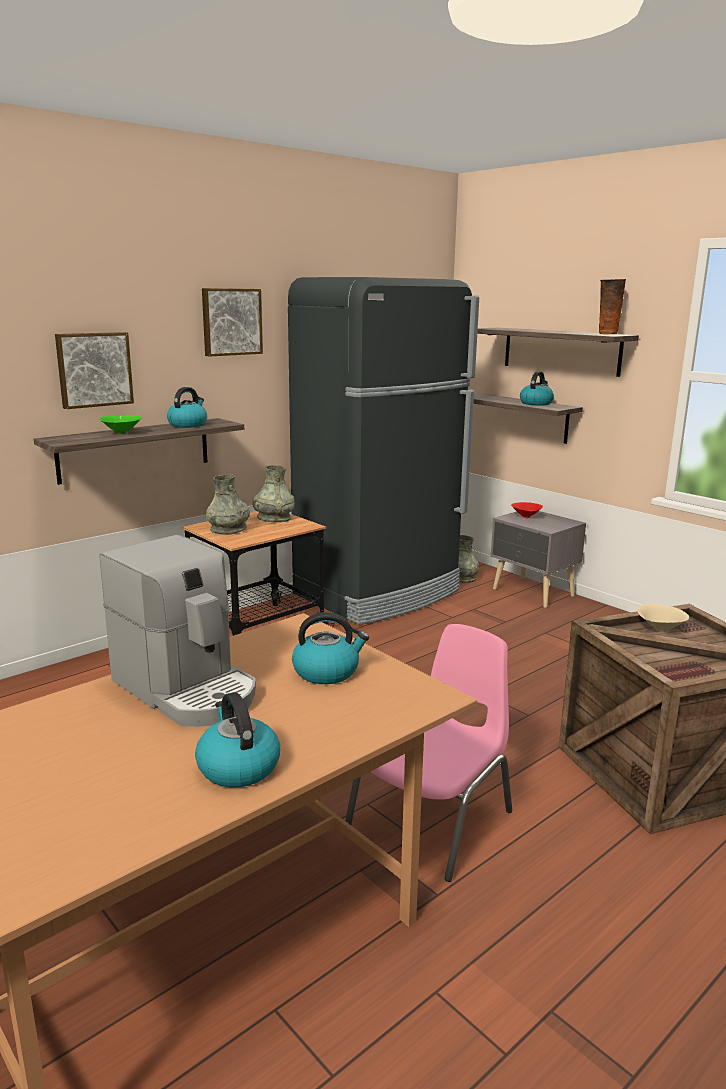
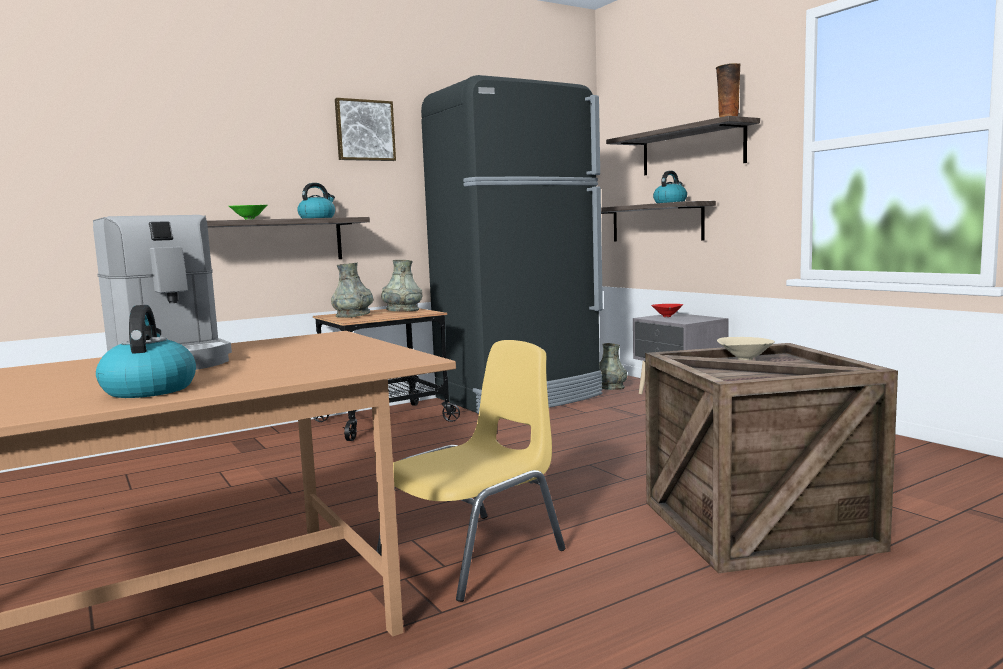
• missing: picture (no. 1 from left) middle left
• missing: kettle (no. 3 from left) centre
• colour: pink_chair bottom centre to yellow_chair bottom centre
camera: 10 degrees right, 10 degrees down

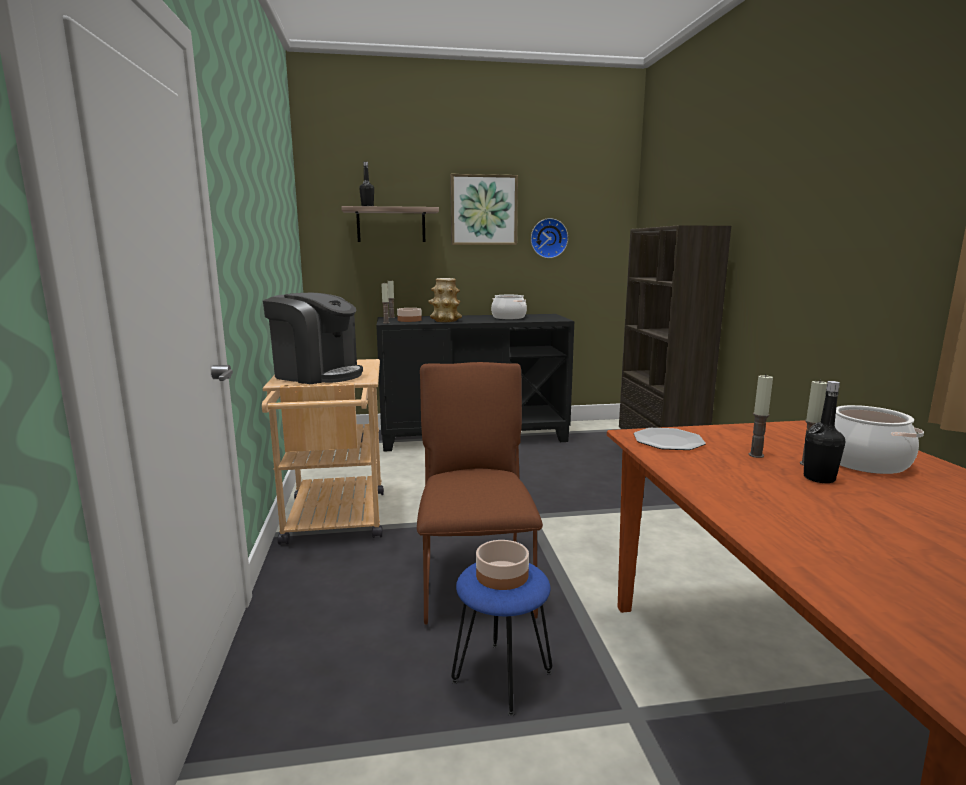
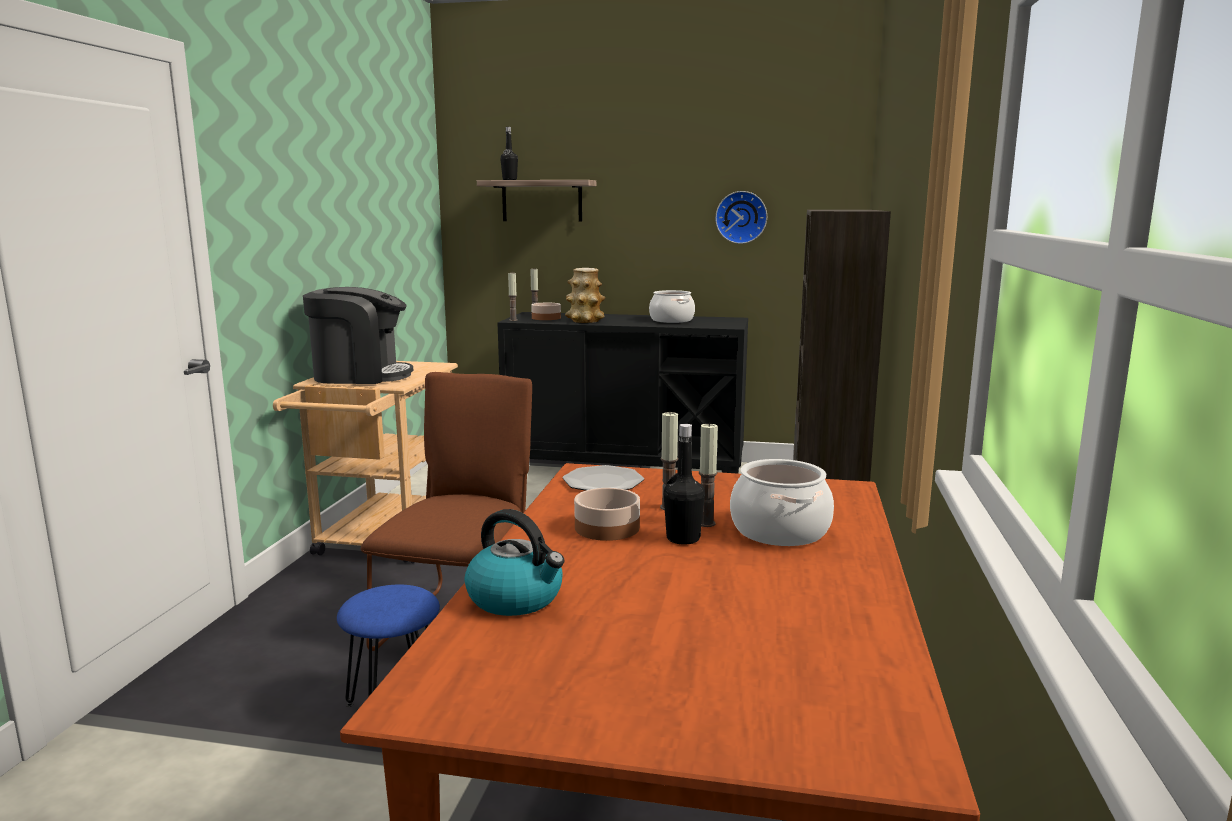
• missing: picture top centre
• appeared: kettle bottom centre
• relocated: bowl (no. 2 from left) bottom centre to centre
• spun: coffee_machine middle left = middle left 45 degrees counterclockwise
camera: 20 degrees right, 0 degrees up

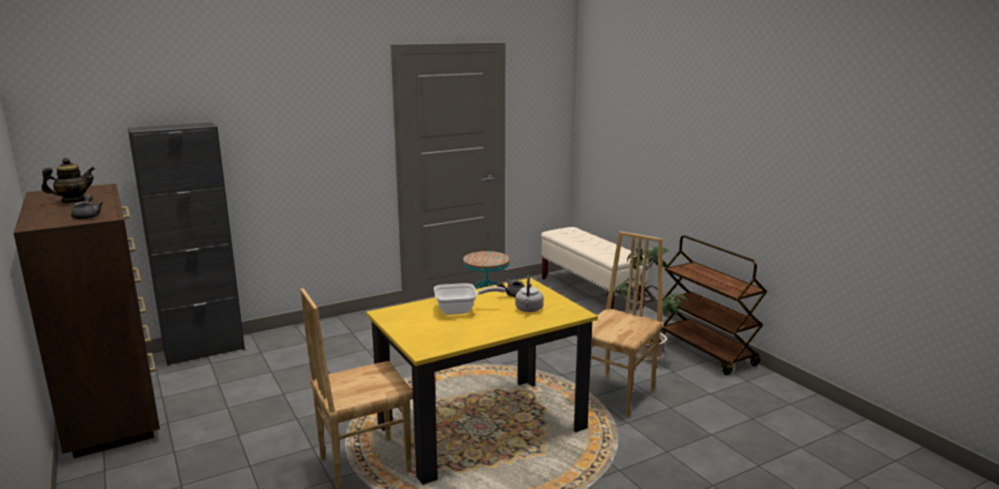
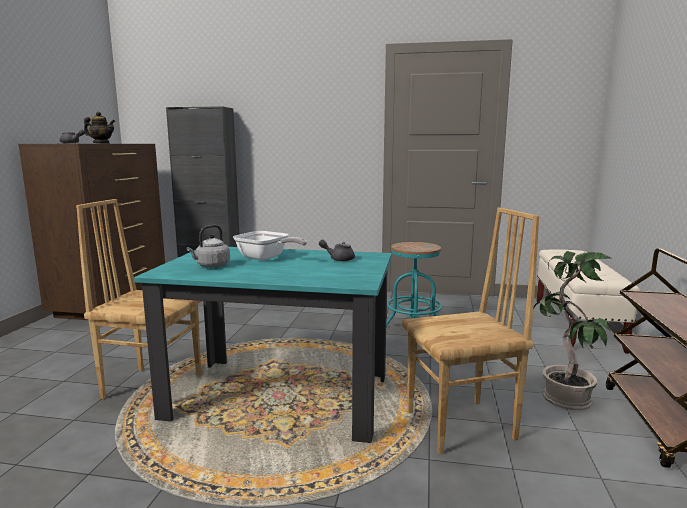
• relocated: grey_kettle centre to middle left
• colour: yellow_dining_table bottom centre to turquoise_dining_table bottom centre
camera: 40 degrees right, 5 degrees down

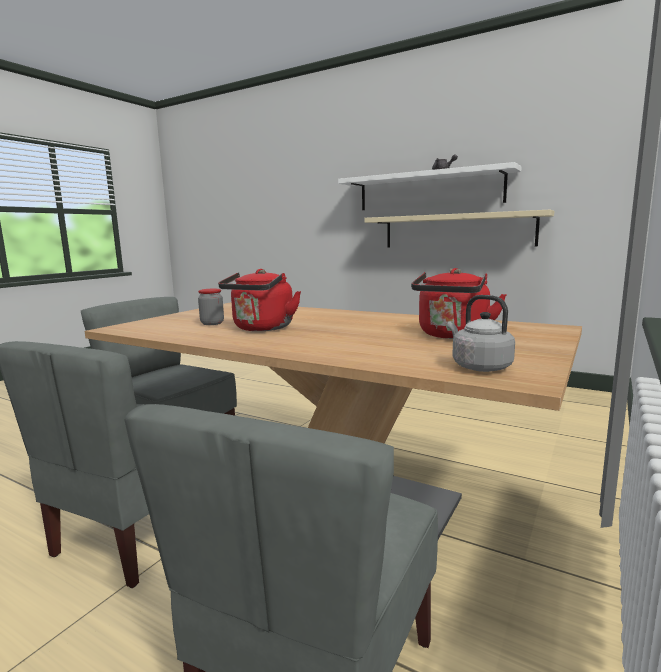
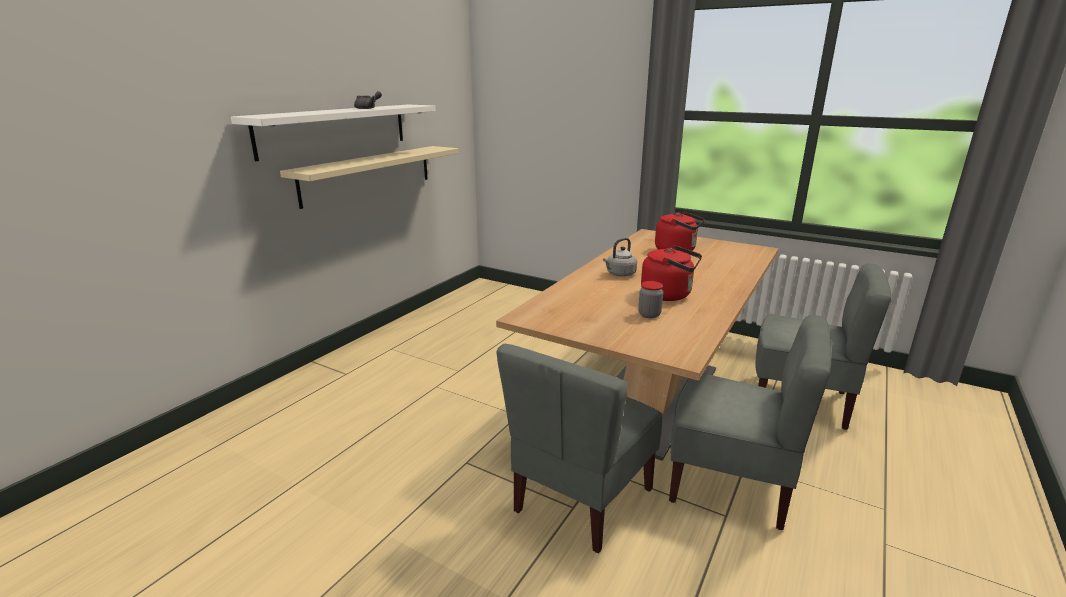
• relocated: grey_kettle middle right to centre
camera: 90 degrees left, 10 degrees up

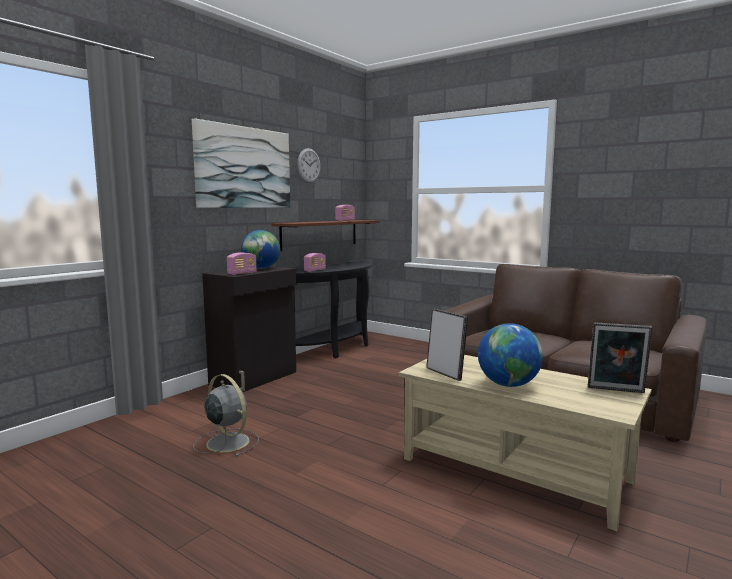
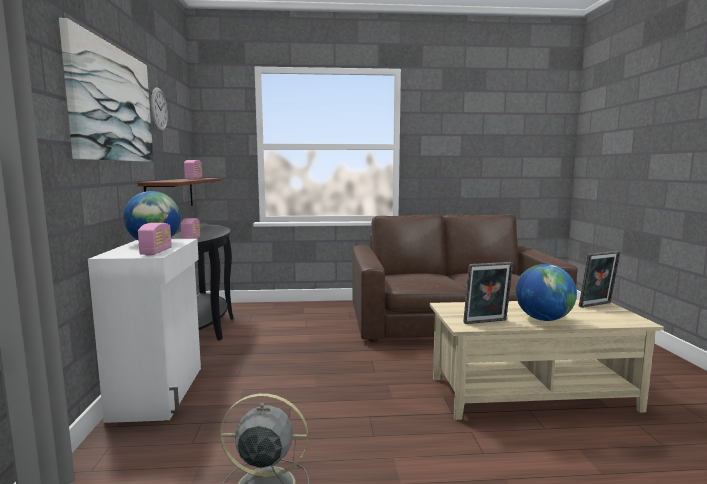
• colour: black_cabinet centre to white_cabinet bottom left
• spun: picture_frame (no. 1 from left) centre = middle right 150 degrees clockwise
camera: 40 degrees left, 0 degrees up

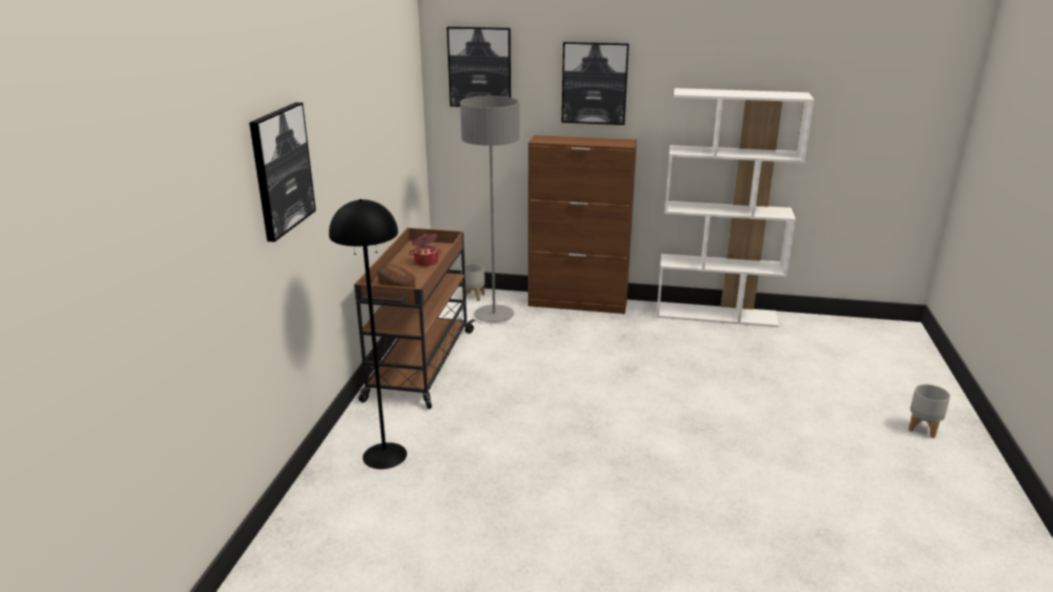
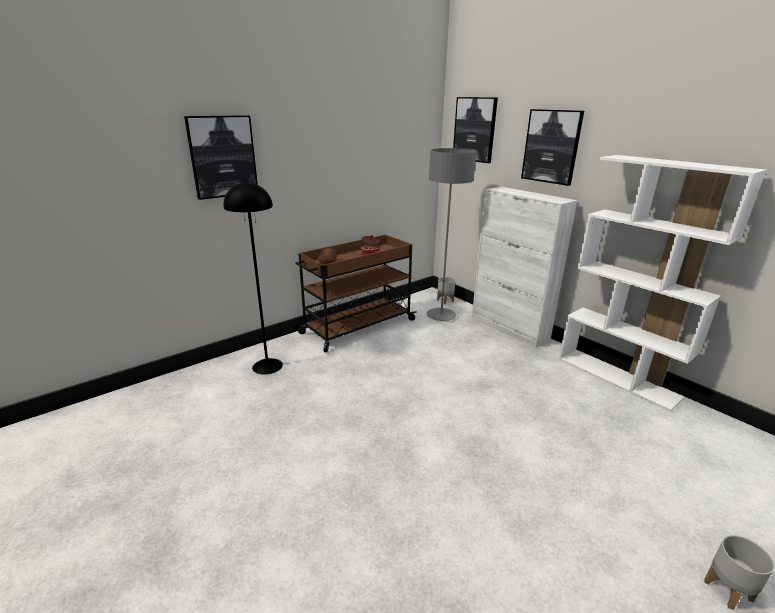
• colour: brown_cabinet centre to white_cabinet middle right
camera: 40 degrees right, 0 degrees up

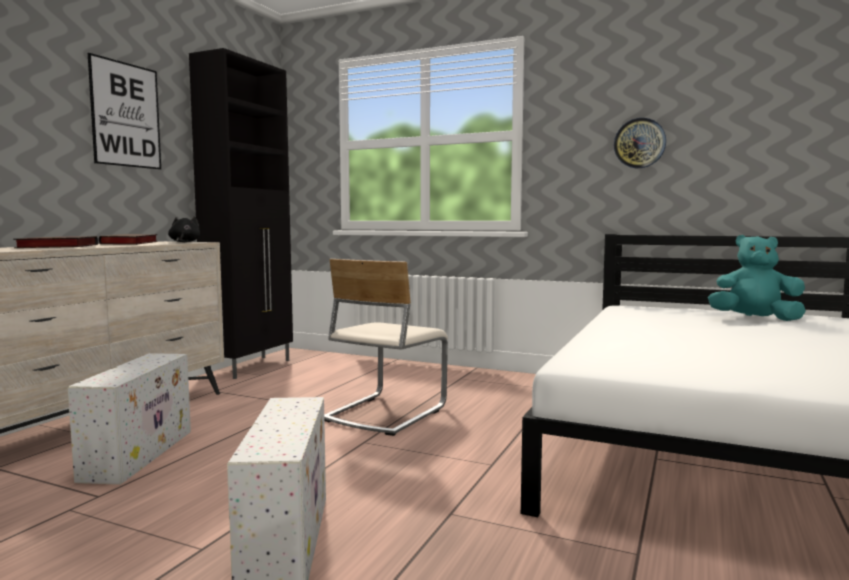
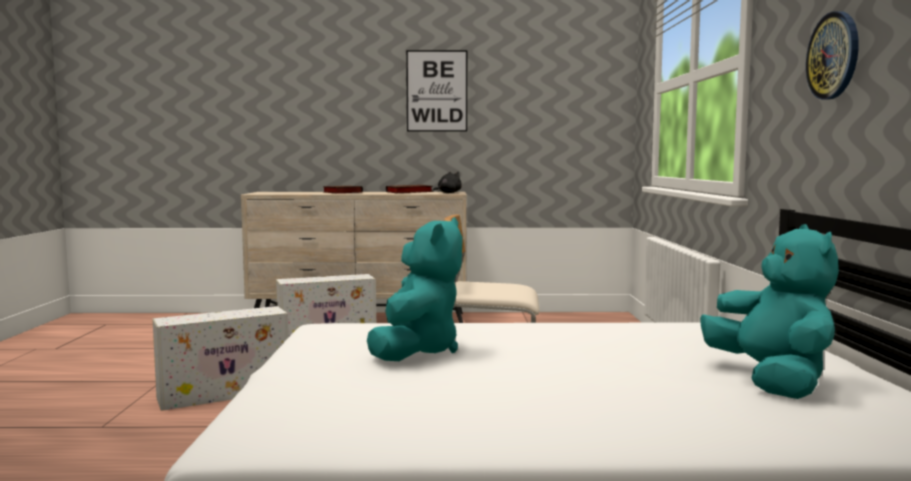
• missing: black_cabinet middle left
• appeared: turquoise_plush_toy (no. 1 from left) centre
camera: 65 degrees right, 0 degrees up

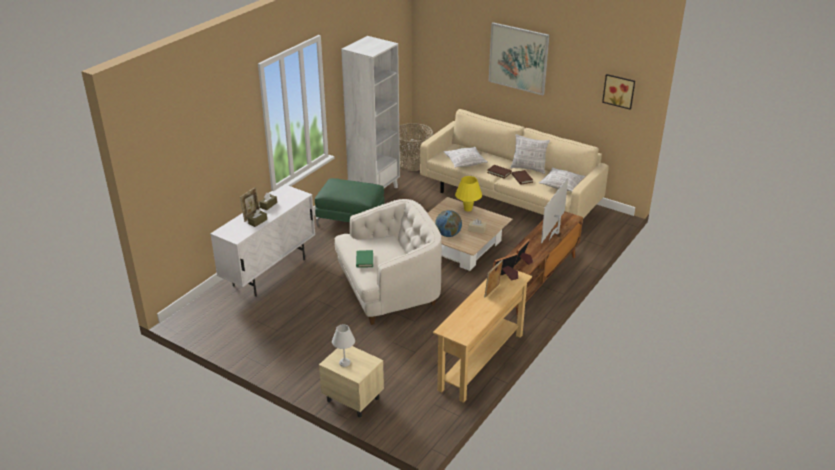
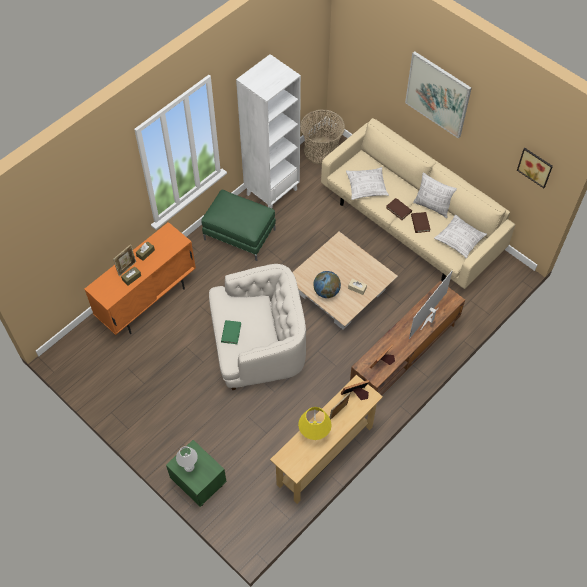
• relocated: yellow_table_lamp centre to bottom centre
• colour: white_cabinet middle left to orange_cabinet middle left
• colour: beige_nightstand bottom centre to green_nightstand bottom centre
camera: 10 degrees right, 25 degrees up

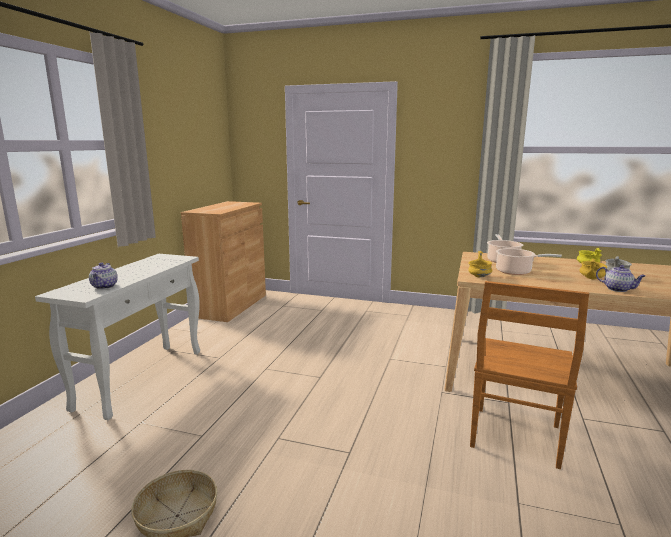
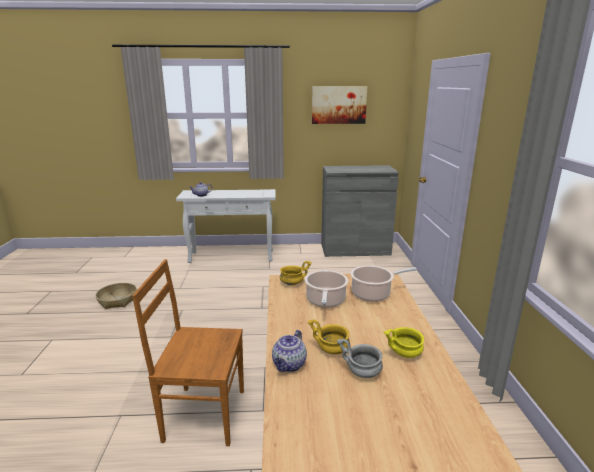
• appeared: picture top centre
• colour: brown_cabinet middle left to grey_cabinet centre
camera: 70 degrees right, 5 degrees up

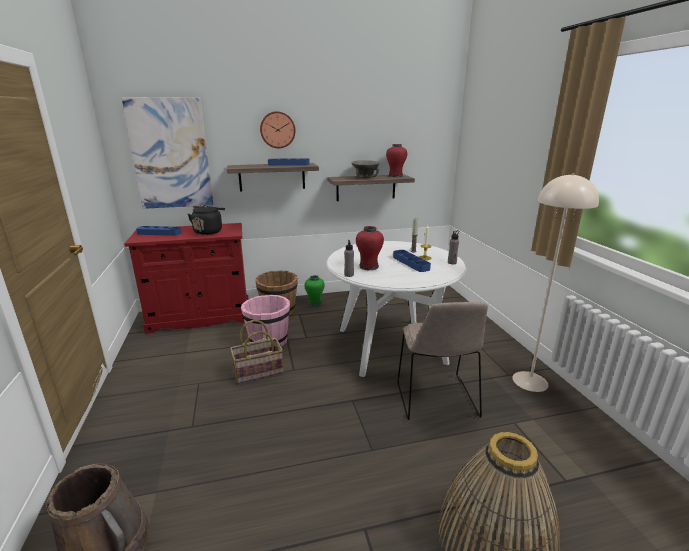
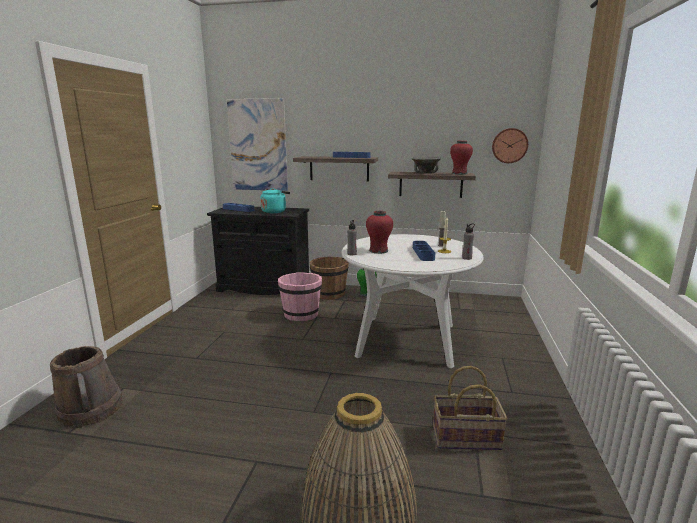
• missing: beige_chair centre
• missing: beige_floor_lamp middle right
• relocated: basket (no. 1 from left in the first image) centre to basket (no. 2 from left) bottom right
• relocated: wall_clock top centre to top right
• colour: red_cabinet middle left to black_cabinet centre
• colour: black_kettle middle left to turquoise_kettle centre
camera: 25 degrees right, 5 degrees down

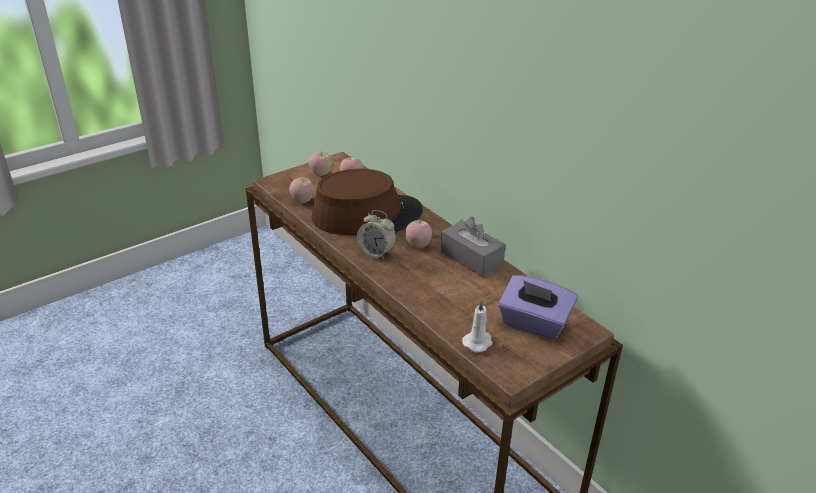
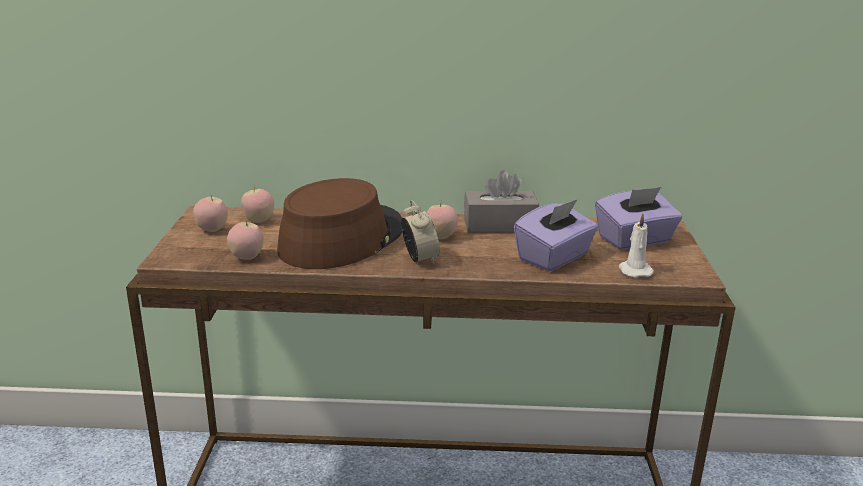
• appeared: purple_tissue_box (no. 1 from left) centre
• spun: alarm_clock centre = centre 90 degrees counterclockwise
camera: 50 degrees left, 10 degrees down

